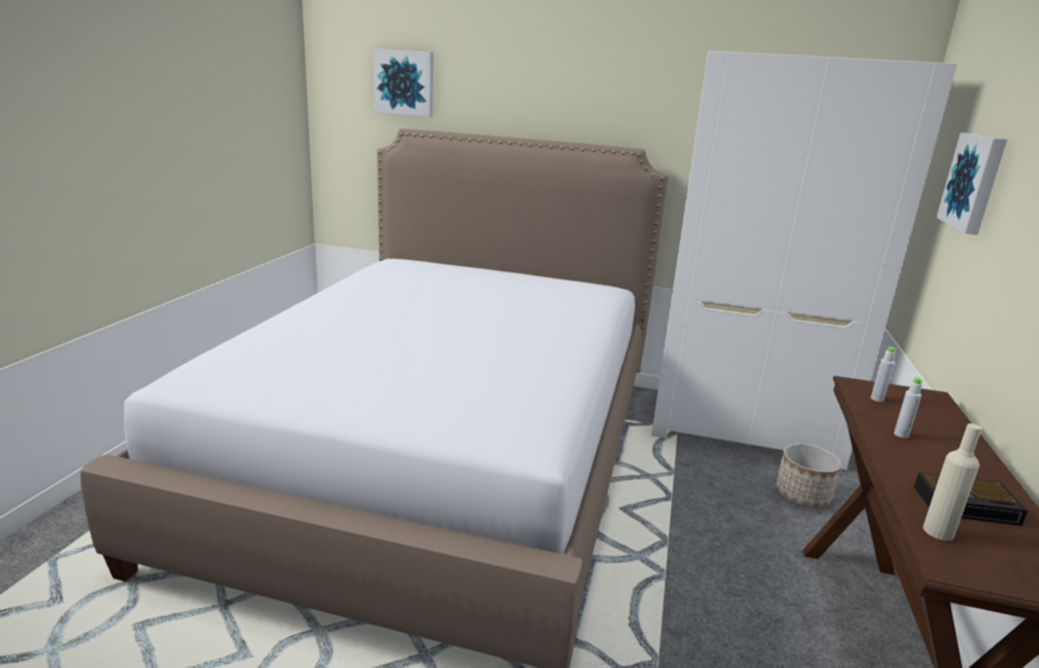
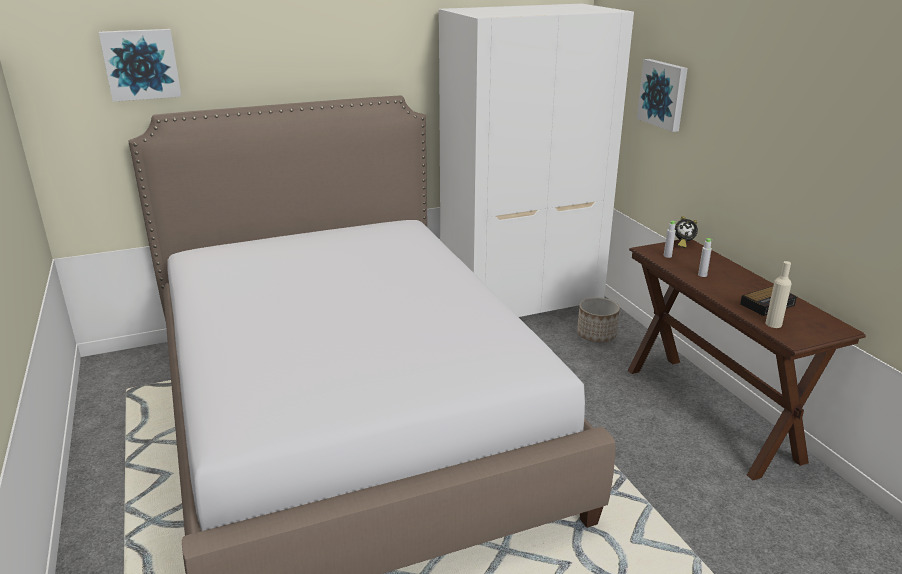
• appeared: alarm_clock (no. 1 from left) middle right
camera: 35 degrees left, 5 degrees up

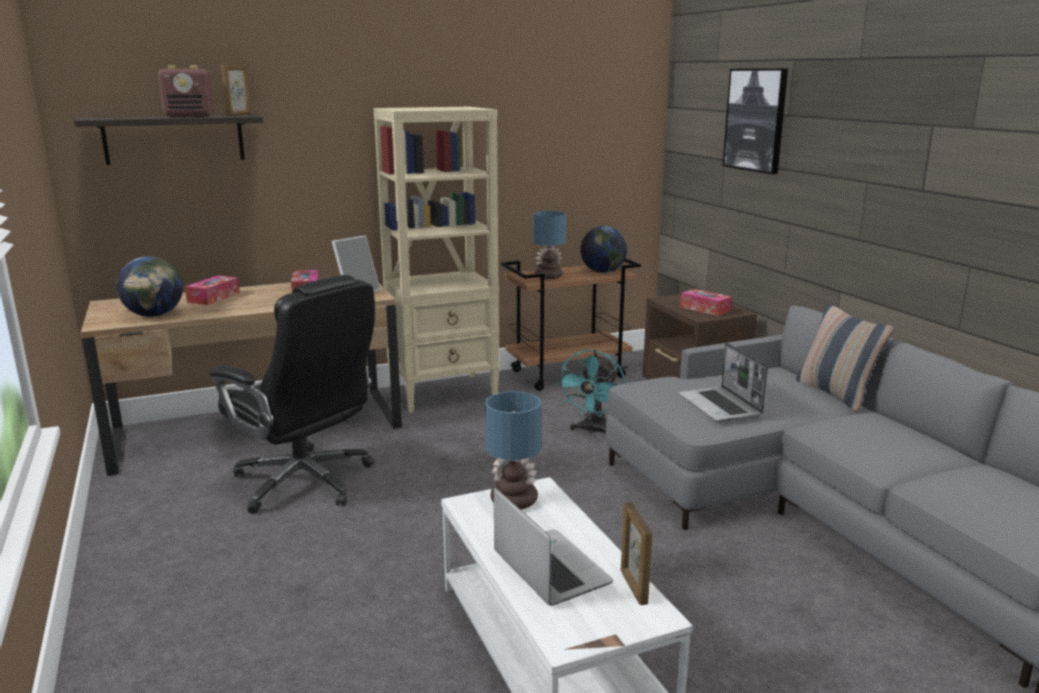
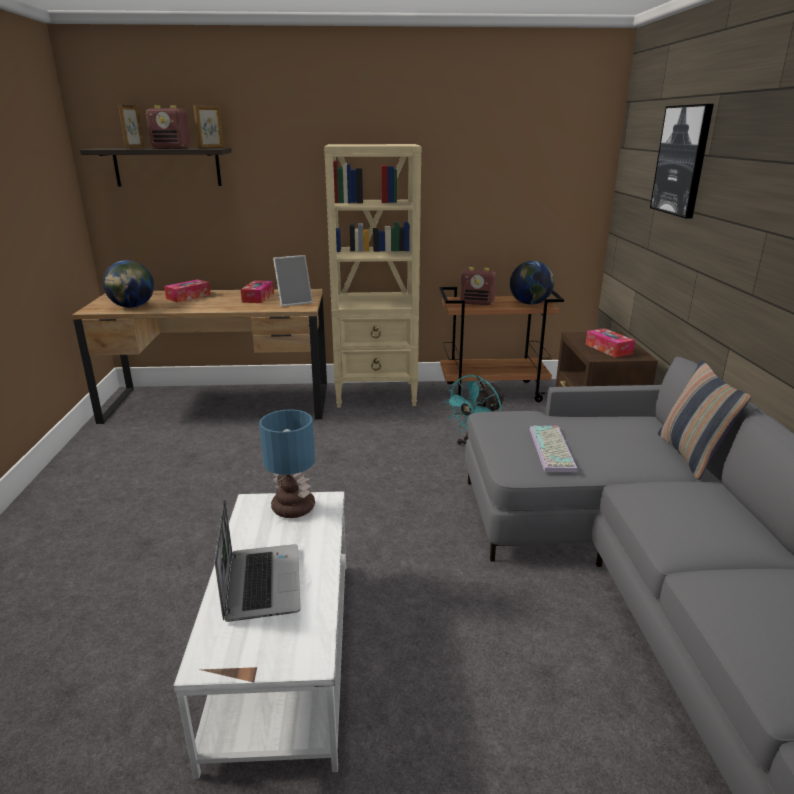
• missing: black_office_chair middle left
• relocated: picture_frame (no. 3 from left in the first image) bottom centre to picture_frame (no. 1 from left) top left
• exchanged: table_lamp (no. 2 from left) centre to radio (no. 2 from left) centre
• exchanged: laptop (no. 2 from left) middle right to keyboard middle right
camera: 20 degrees right, 5 degrees up

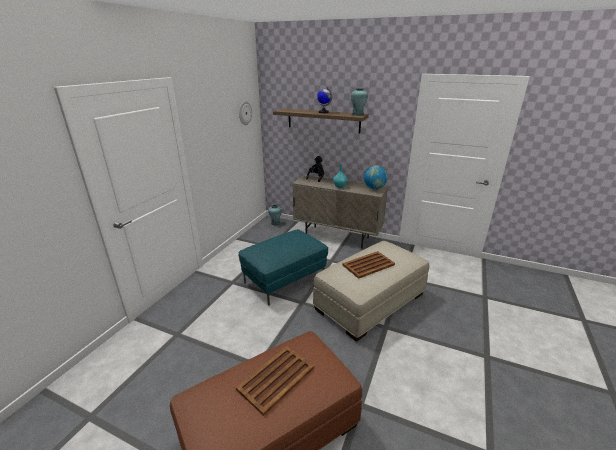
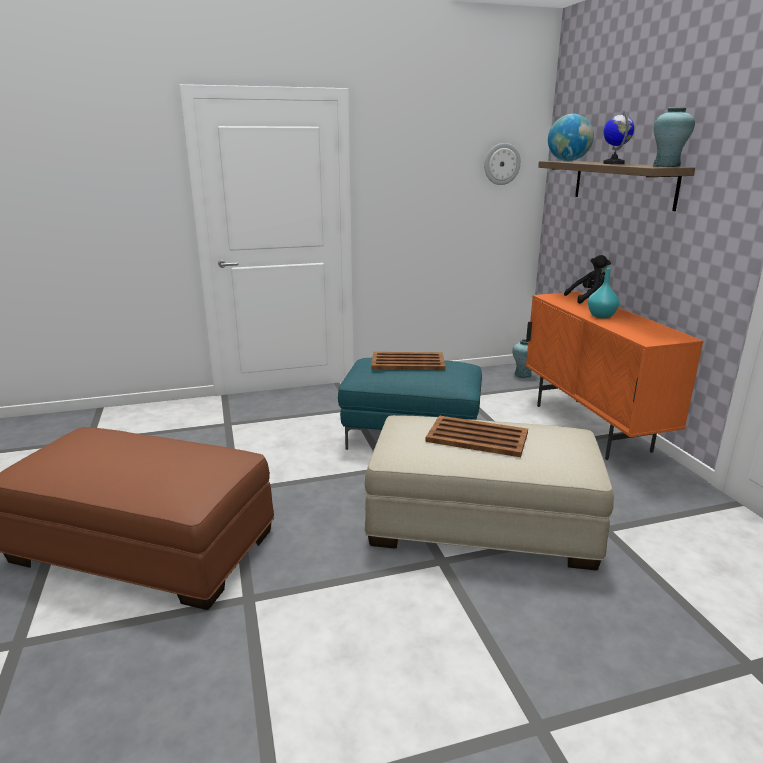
• relocated: brown_tray (no. 1 from left) bottom centre to centre
• relocated: globe (no. 2 from left in the first image) centre to globe (no. 1 from left) top right
• colour: beige_cabinet centre to orange_cabinet middle right
camera: 50 degrees right, 5 degrees down

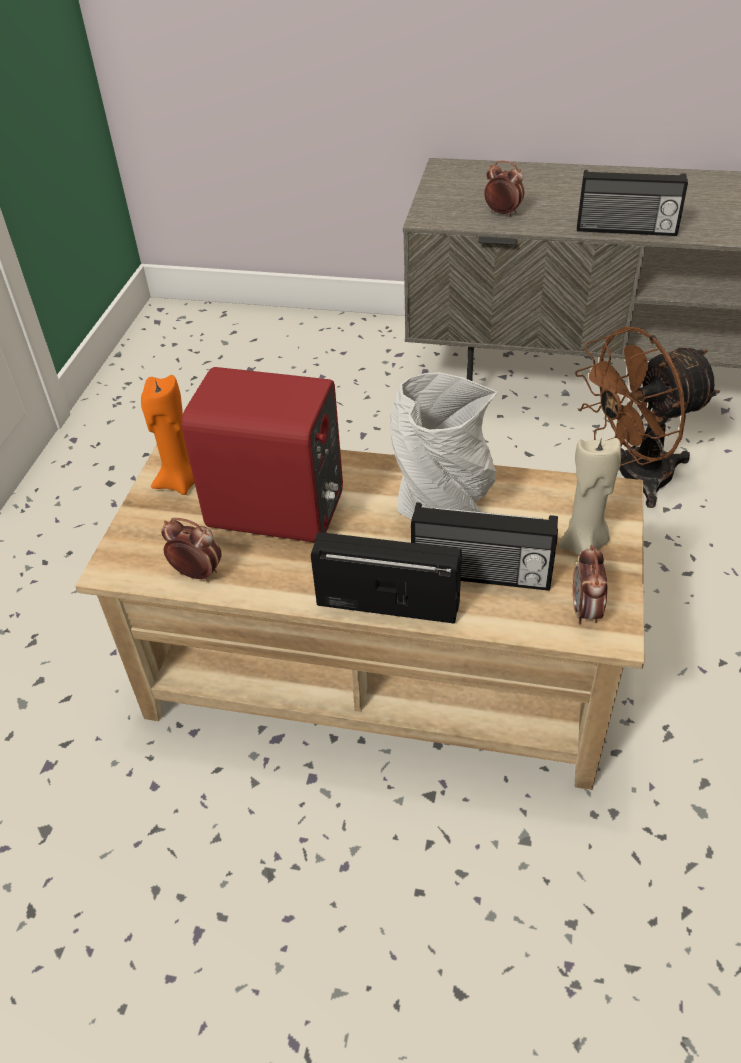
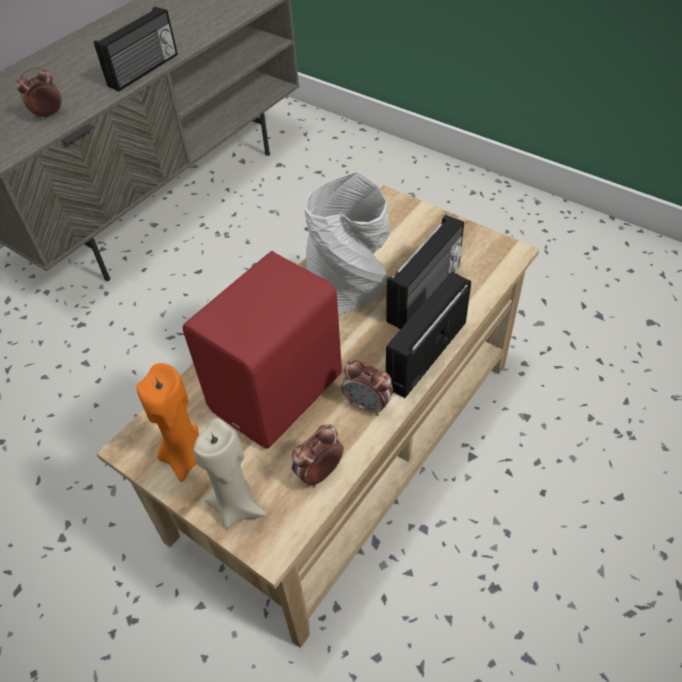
• missing: brown_fan middle right
• relocated: beige_candle middle right to bottom centre
• relocated: alarm_clock (no. 3 from left) middle right to centre
camera: 65 degrees left, 5 degrees up

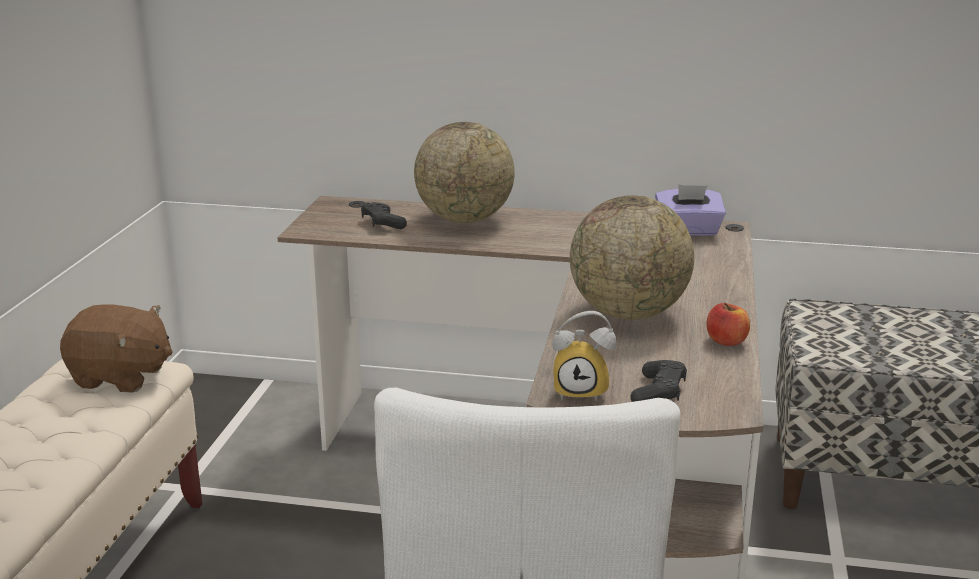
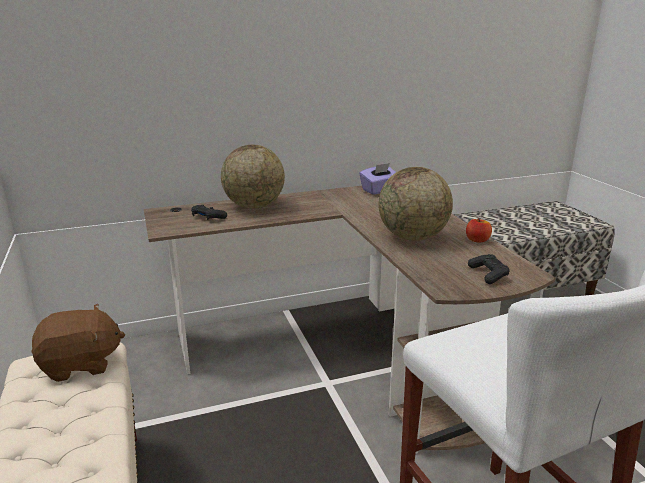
• missing: alarm_clock centre
camera: 30 degrees left, 0 degrees up

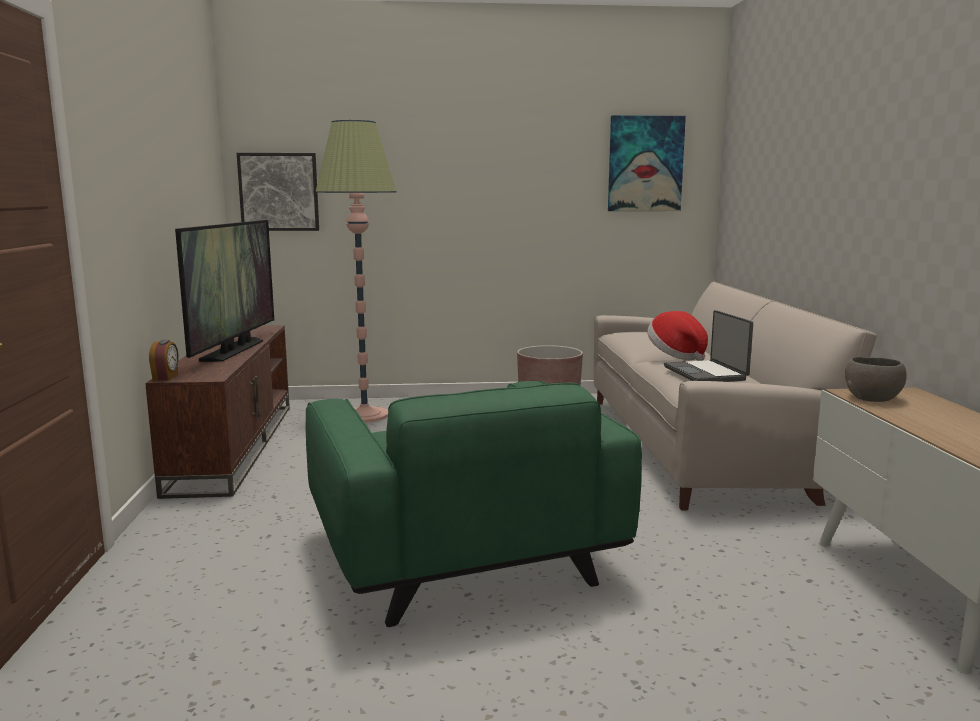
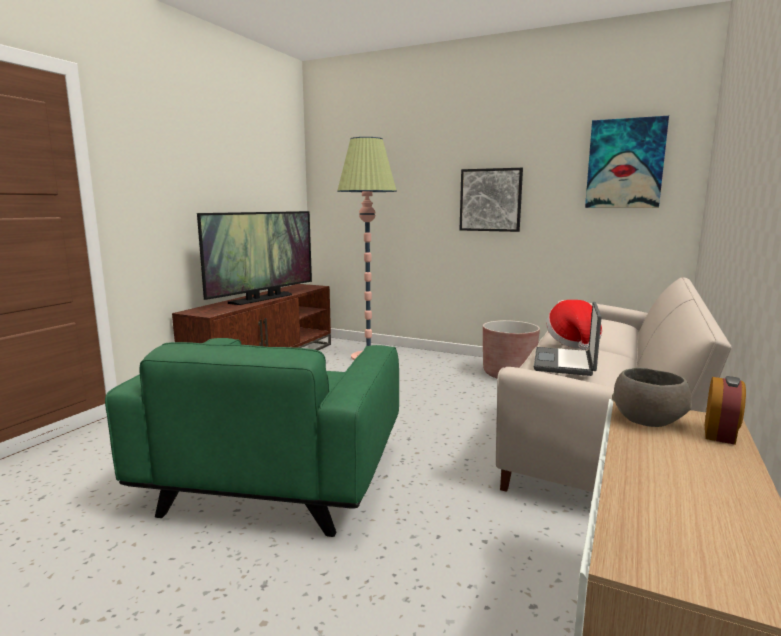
• relocated: alarm_clock middle left to middle right
• relocated: picture (no. 1 from left) top left to top centre
camera: 30 degrees right, 0 degrees up

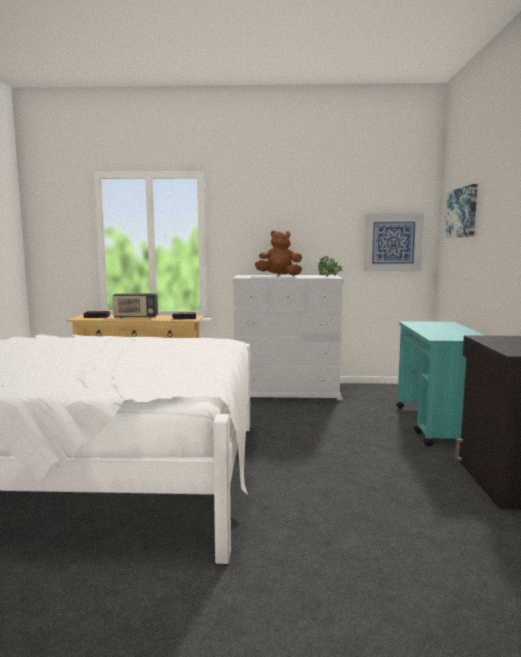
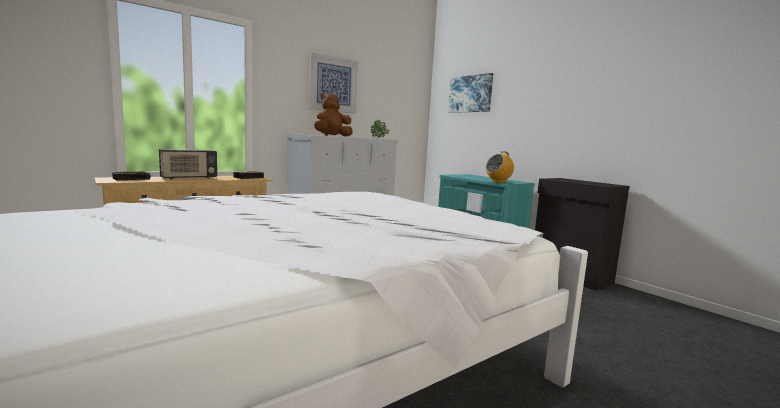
• appeared: radio (no. 2 from left) centre
• relocated: picture (no. 1 from left) middle right to top centre
camera: 40 degrees left, 0 degrees up

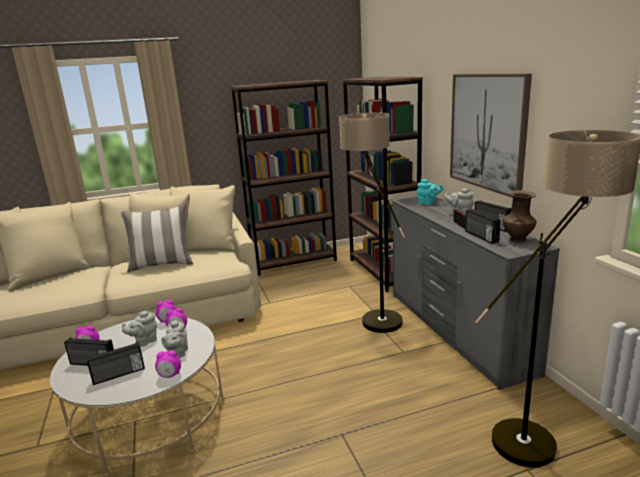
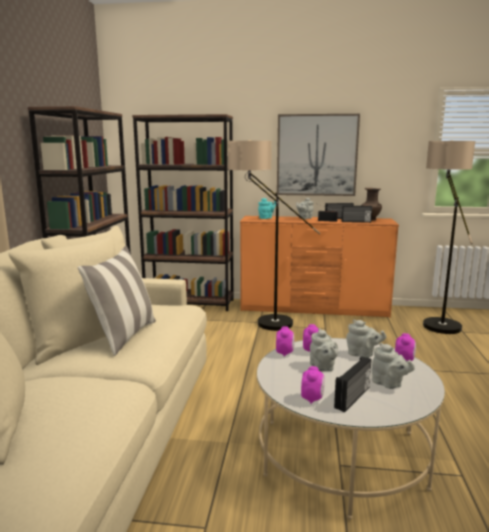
• exchanged: radio (no. 2 from left) bottom left to grey_teapot (no. 4 from left) bottom right
• colour: grey_dresser middle right to orange_dresser centre
camera: 65 degrees left, 5 degrees down

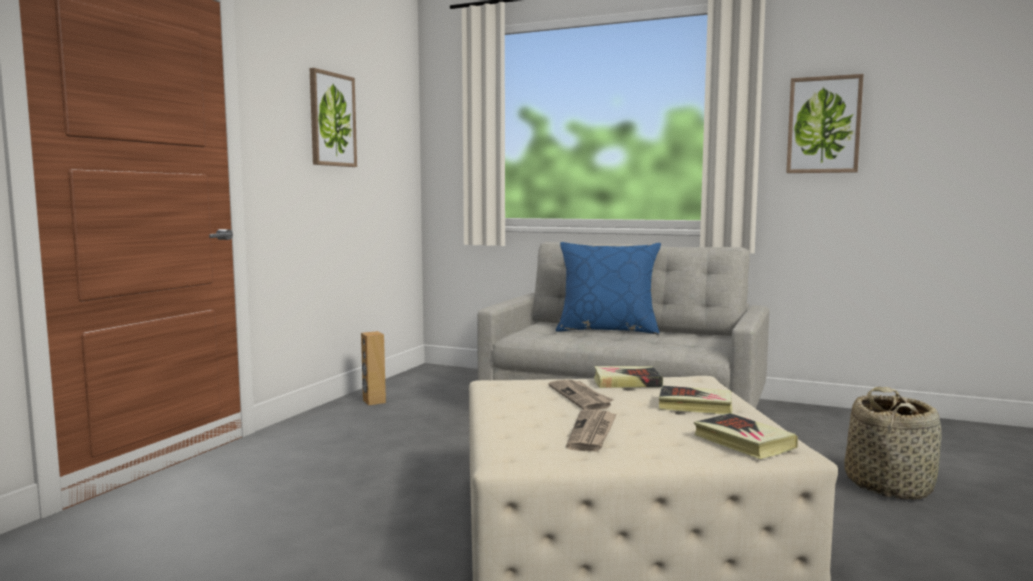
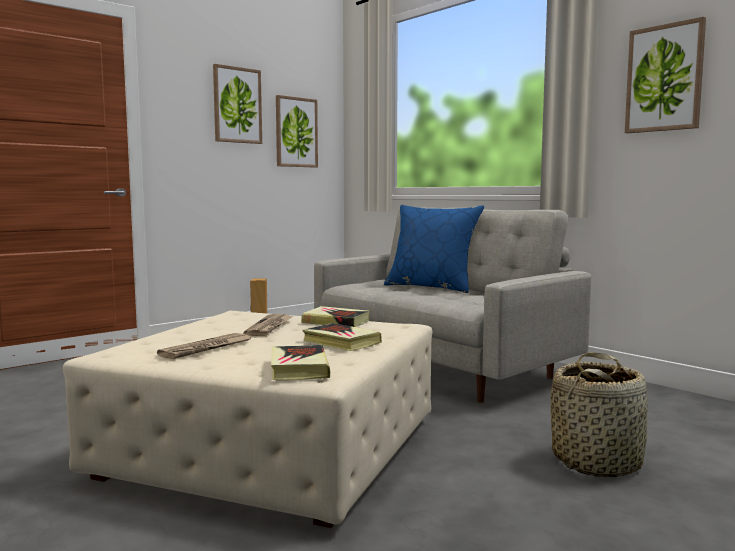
• appeared: picture (no. 2 from left) top centre
camera: 25 degrees right, 0 degrees up

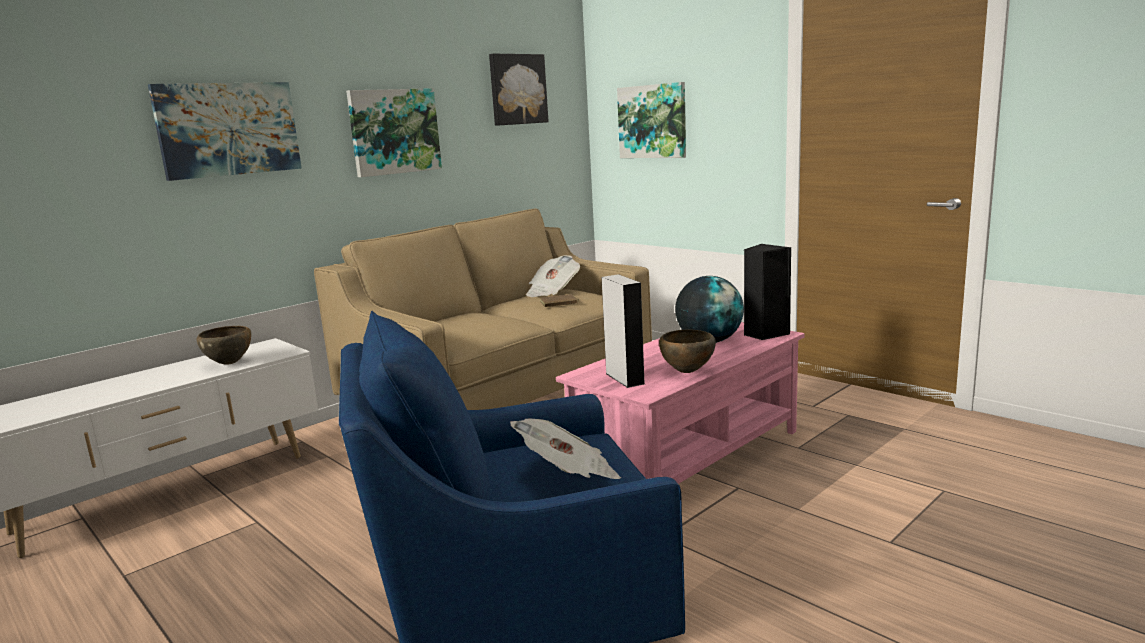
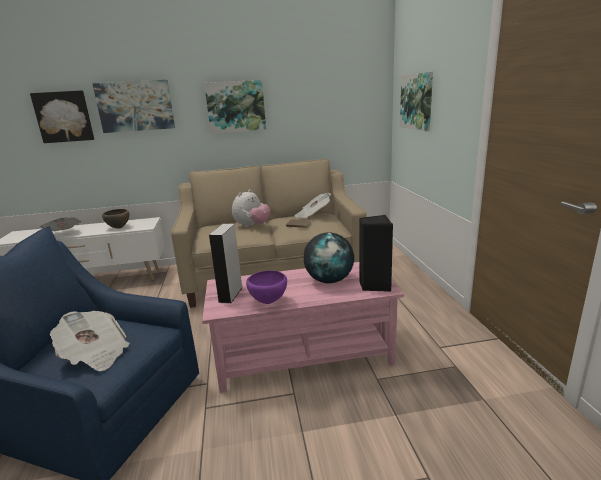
• appeared: newspaper (no. 1 from left) middle left
• appeared: plush_toy centre
• relocated: picture (no. 3 from left in the first image) top centre to picture (no. 1 from left) top left
• colour: brown_bowl (no. 2 from left) centre to purple_bowl centre
camera: 35 degrees right, 5 degrees up

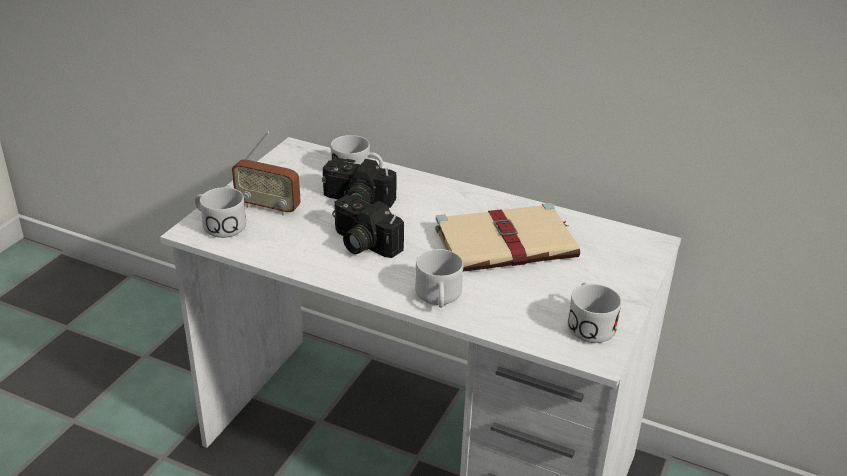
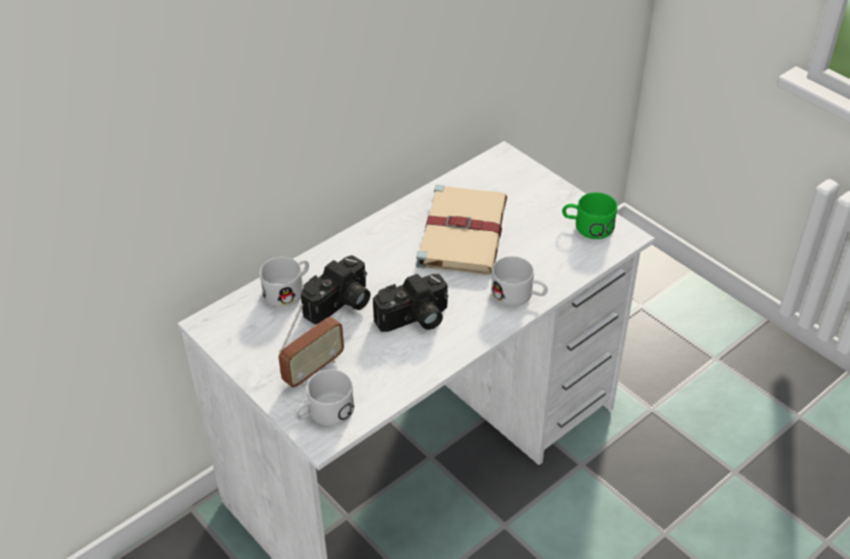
• colour: white_mug (no. 4 from left) middle right to green_mug middle right
camera: 65 degrees left, 10 degrees up

